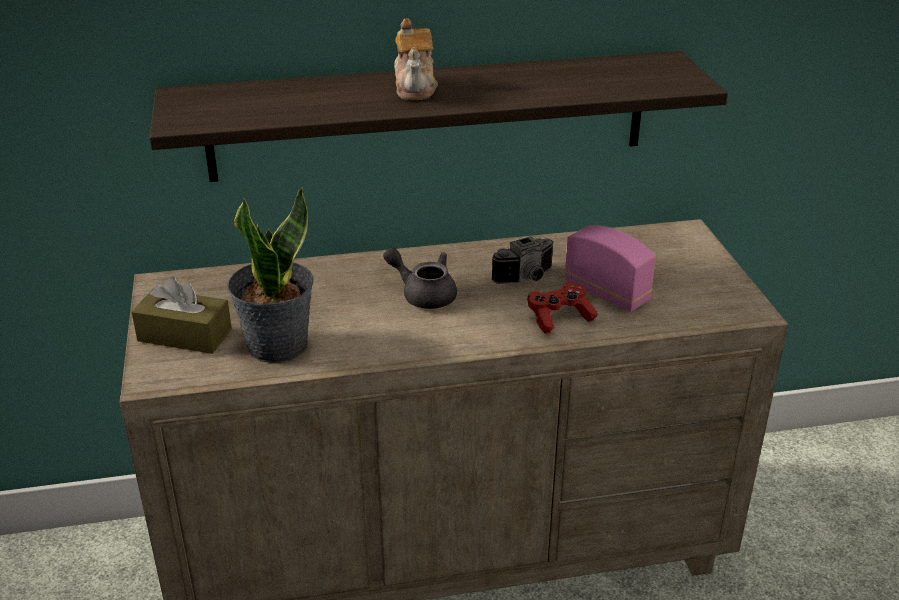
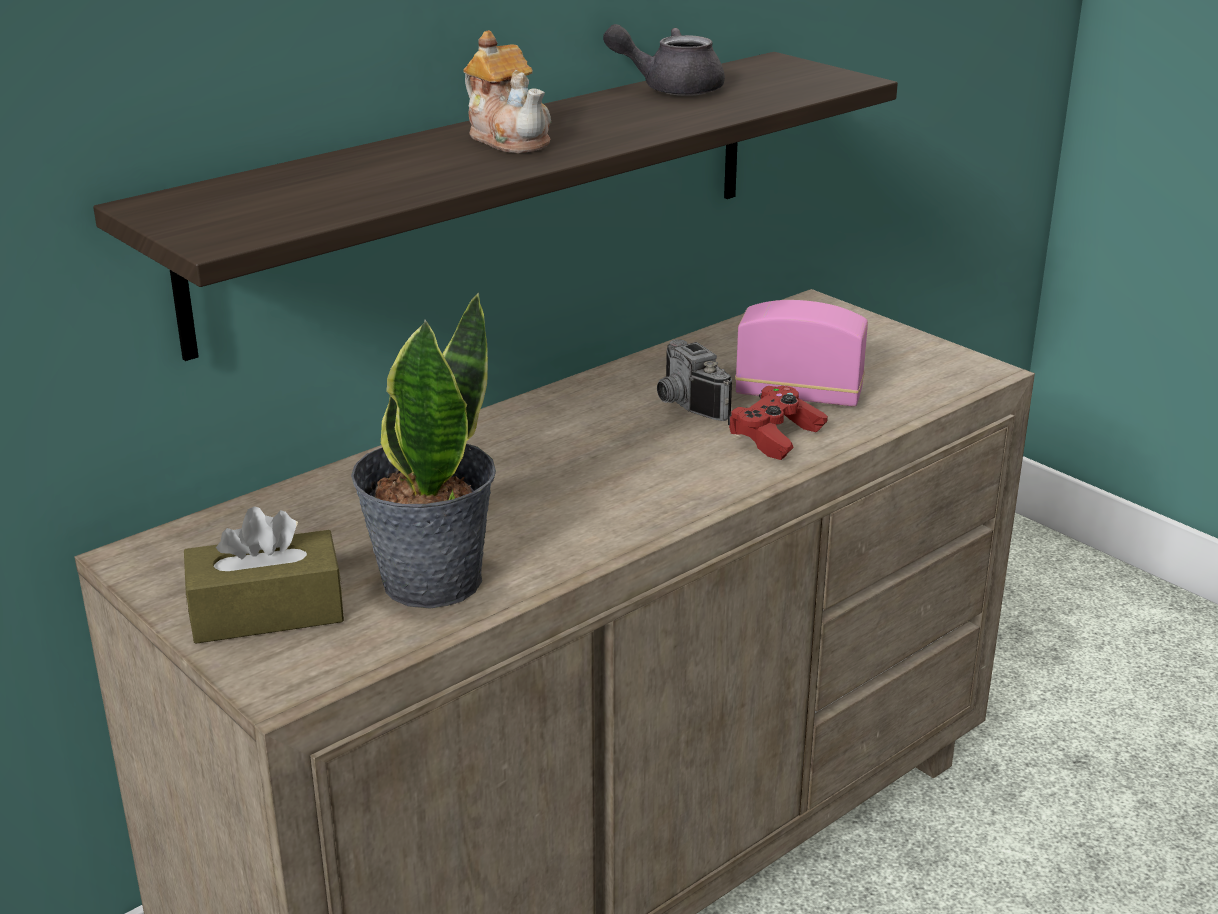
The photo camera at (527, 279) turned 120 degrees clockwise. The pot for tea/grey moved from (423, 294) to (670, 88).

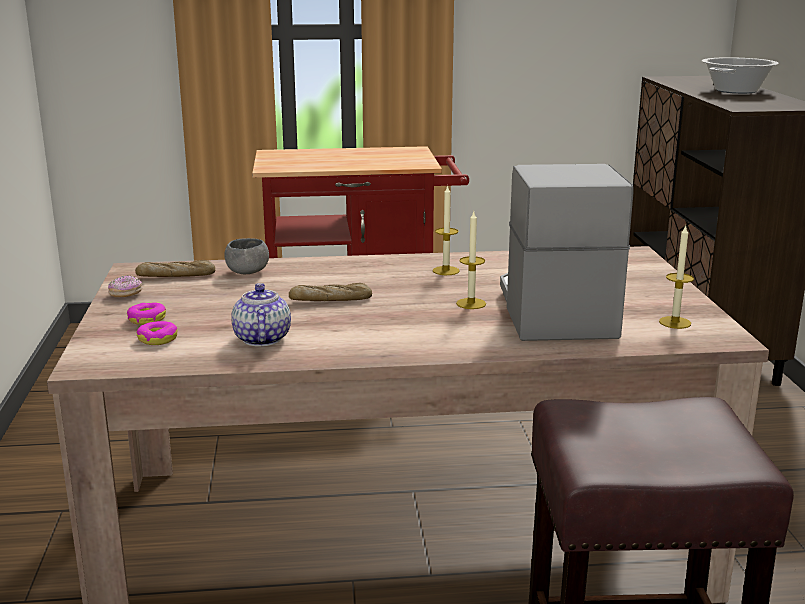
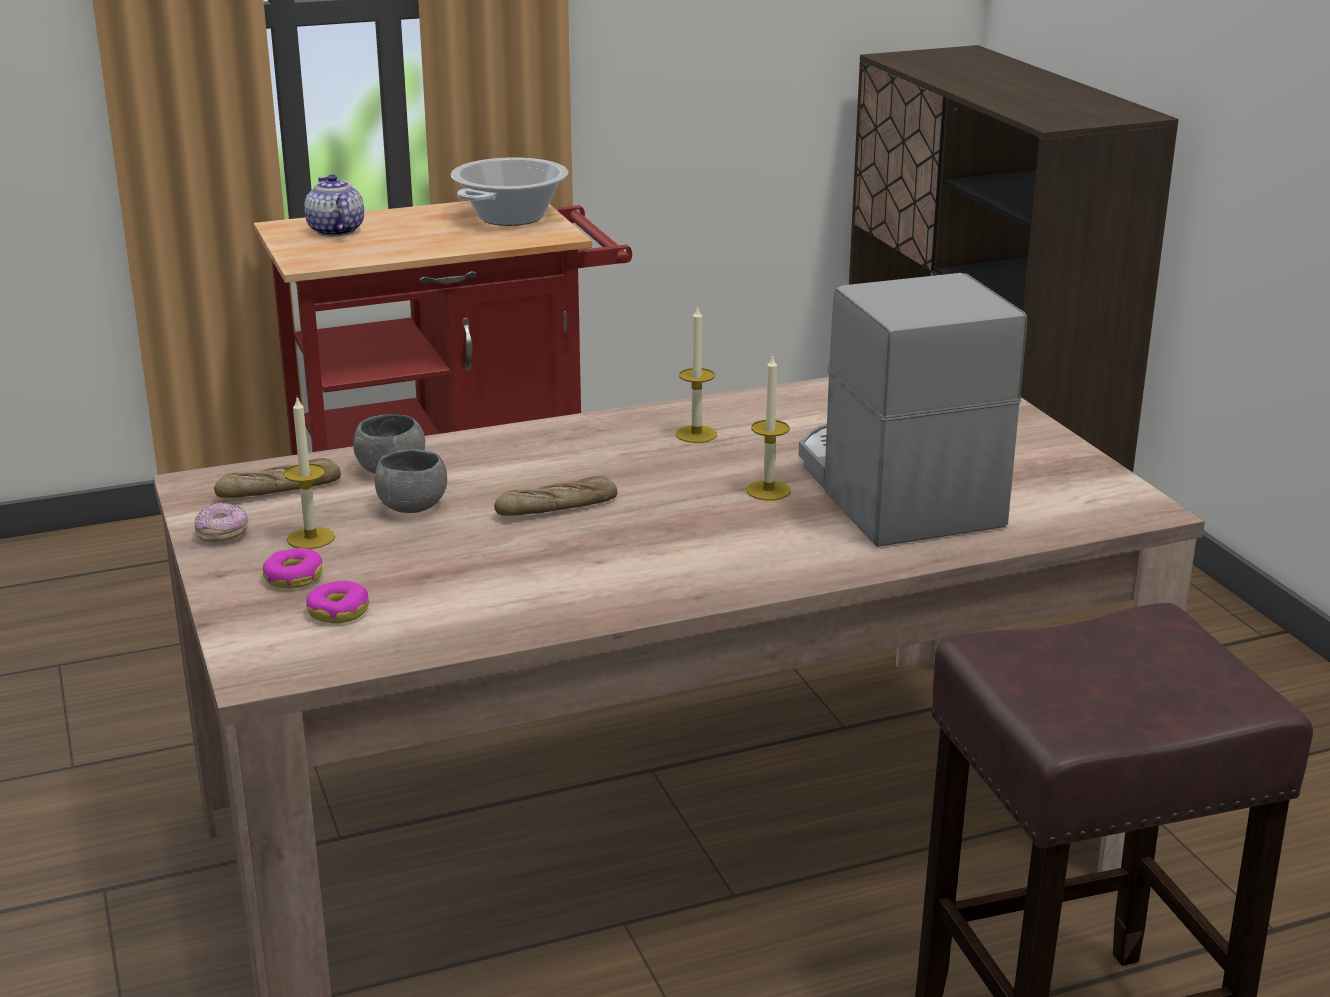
The stockpot moved from (736, 91) to (512, 217). The wax candle moved from (675, 322) to (311, 538). The pot for tea moved from (261, 339) to (335, 231). The deep dish/grey at (412, 507) appeared.

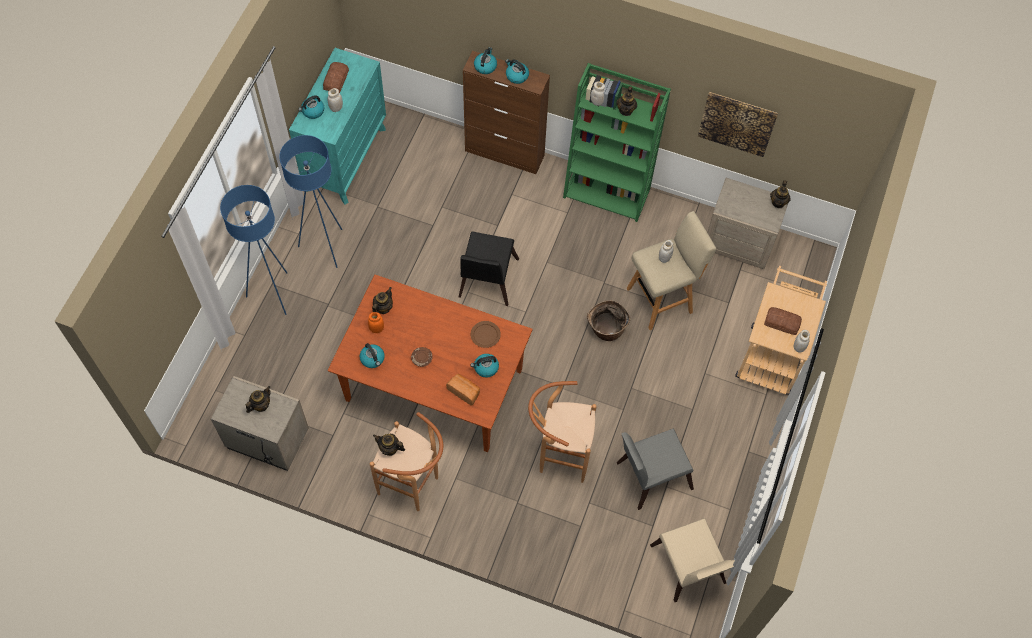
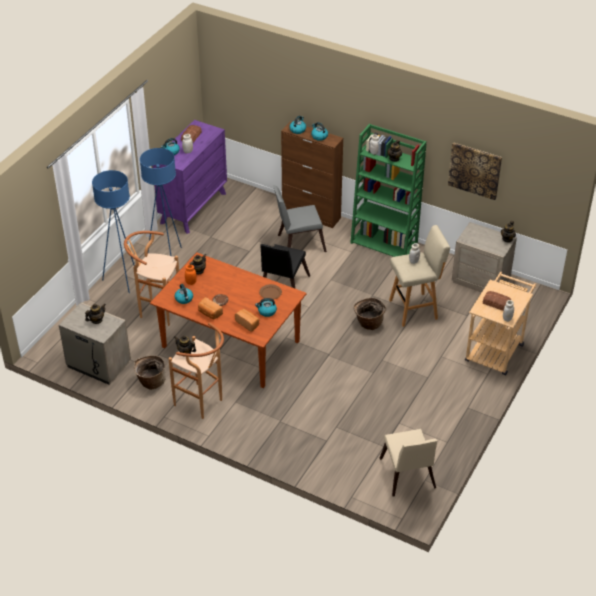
The dresser/blue-green at (346, 158) became the dresser/purple-coloured at (193, 208). The stool/brown moved from (558, 456) to (156, 310). The plain chair/grey moved from (649, 476) to (298, 243). The bread at (209, 313) appeared. The household basket at (151, 382) appeared.

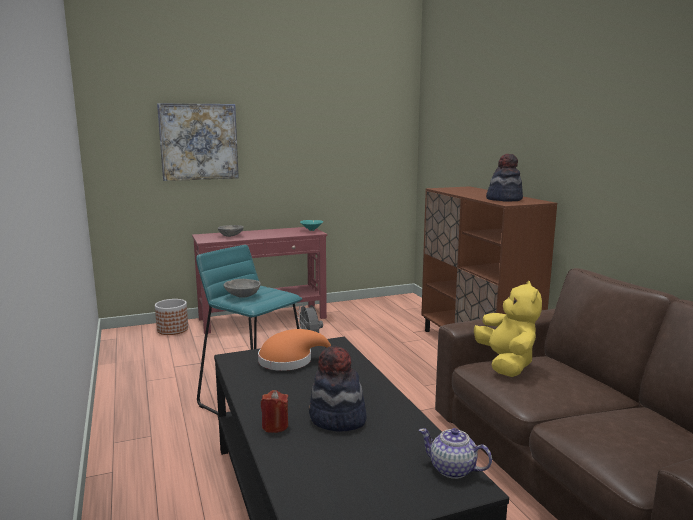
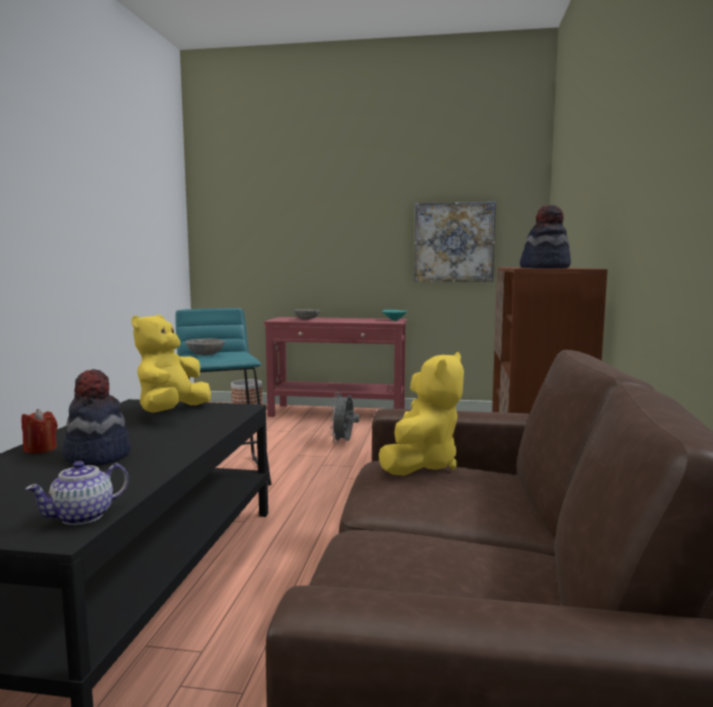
The wall picture moved from (199, 142) to (454, 242). The clothing hat/orange-coloured at (290, 361) was replaced by the soft toy/yellowish at (172, 412). The pot for tea at (453, 469) turned 105 degrees counterclockwise.

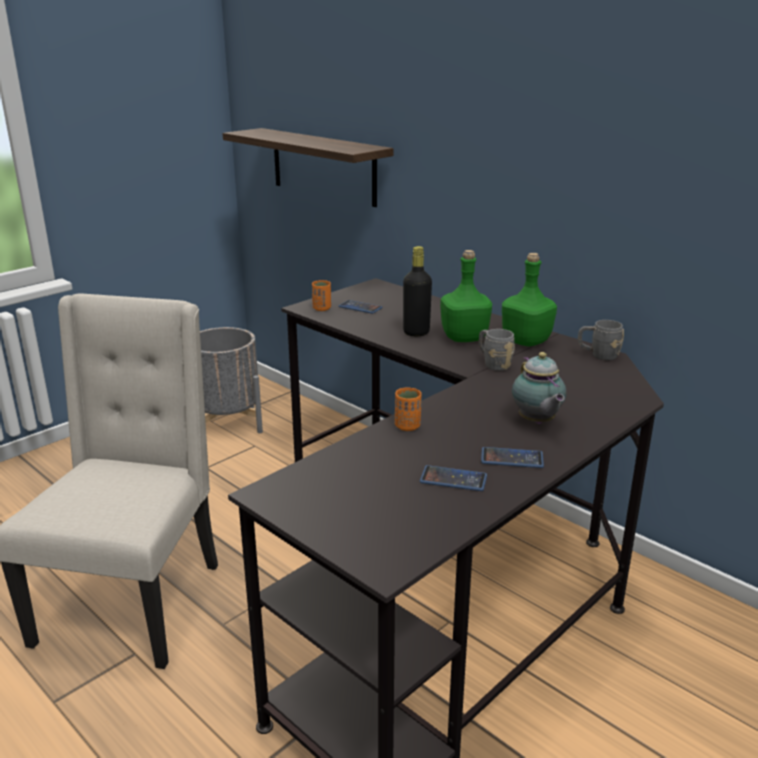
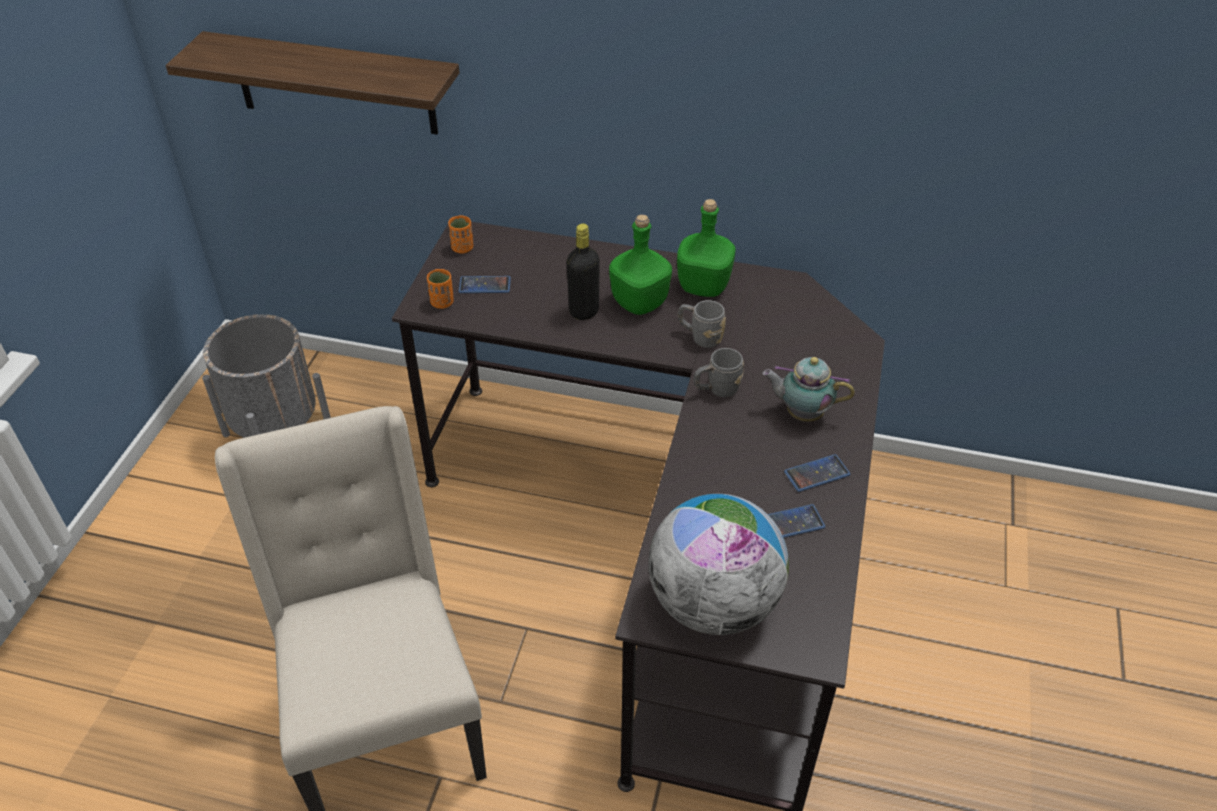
The coffee mug/grey moved from (598, 355) to (717, 390). The pot for tea at (536, 422) turned 150 degrees clockwise. The drinking cup/orange-coloured moved from (407, 426) to (462, 248). The desk globe at (713, 603) appeared.

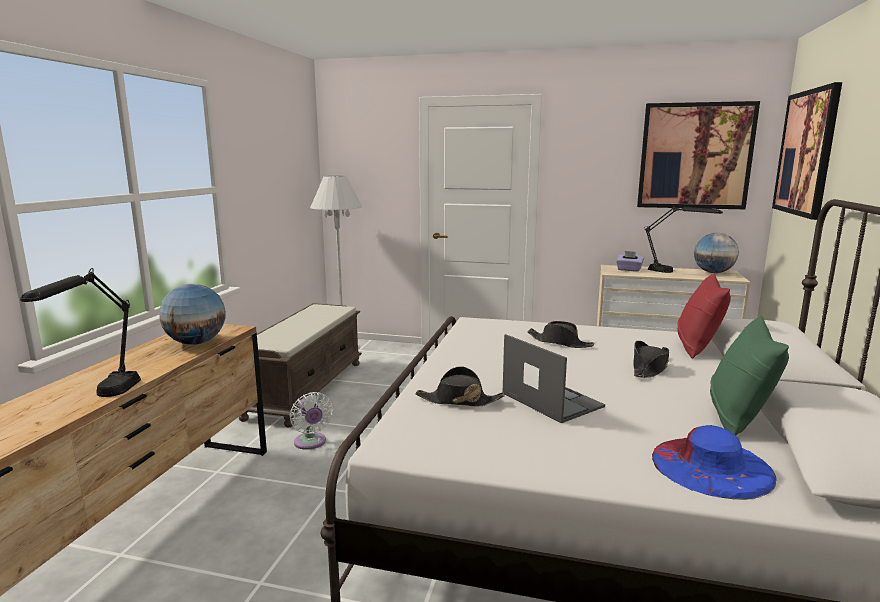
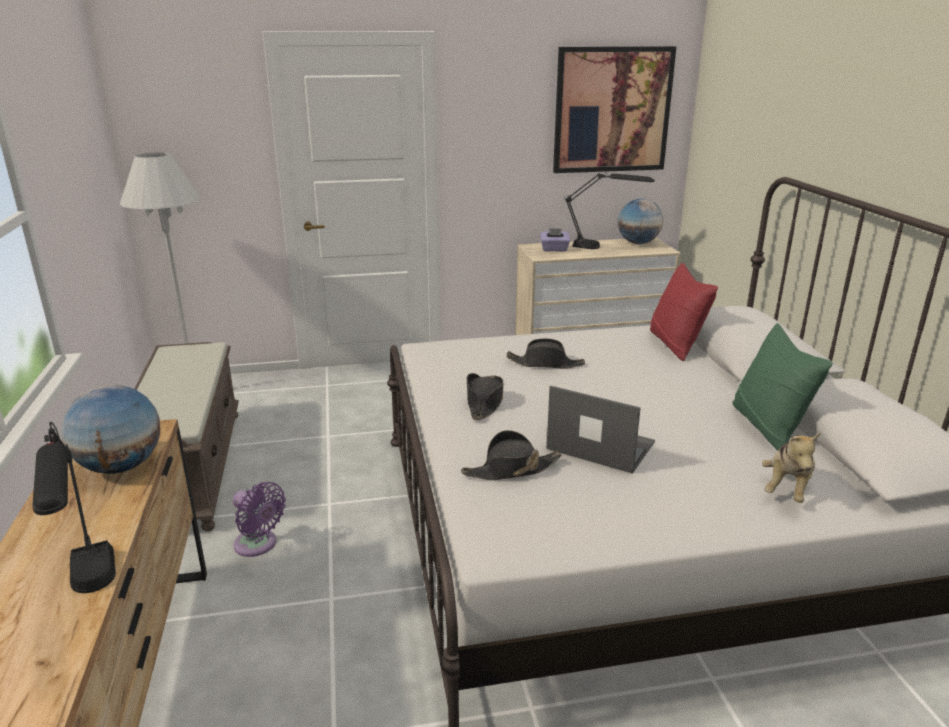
The wall picture at (806, 153) disappeared. The clothing hat/black-coloured moved from (649, 368) to (484, 403). The fan/white at (311, 443) became the fan/purple-coloured at (258, 545). The clothing hat/blue at (711, 466) was replaced by the soft toy at (787, 488).

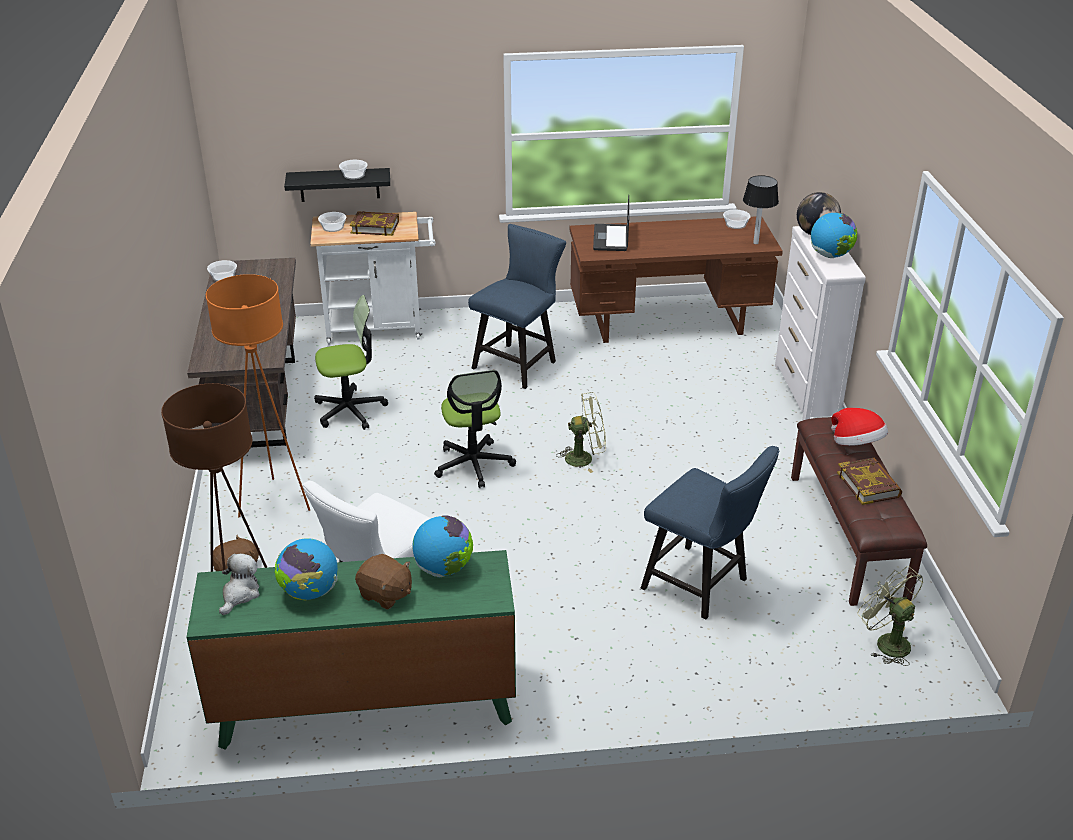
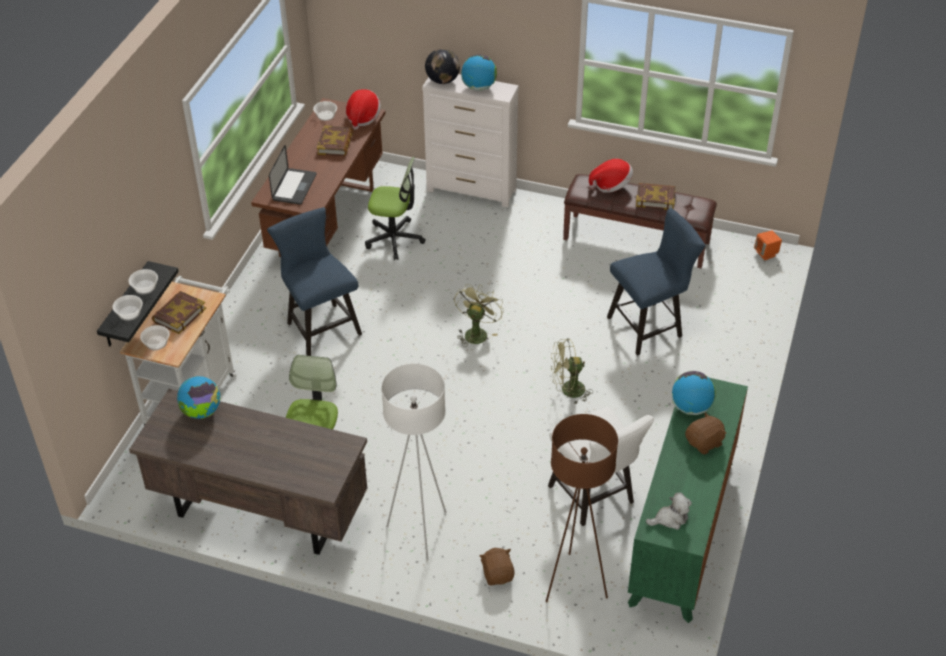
The table lamp at (755, 243) was replaced by the clothing hat at (363, 117). The portable computer at (610, 238) turned 105 degrees counterclockwise. The deep dish moved from (223, 277) to (129, 313). The standard lamp/orange-coloured at (275, 502) became the standard lamp/white at (421, 532). The computer chair moved from (473, 464) to (394, 239). The desk globe moved from (309, 592) to (201, 412). The soft toy at (240, 594) turned 120 degrees clockwise. The fan/green moved from (886, 642) to (568, 391). The volume at (335, 144) appeared. The loudspeaker/orange-coloured at (766, 254) appeared.

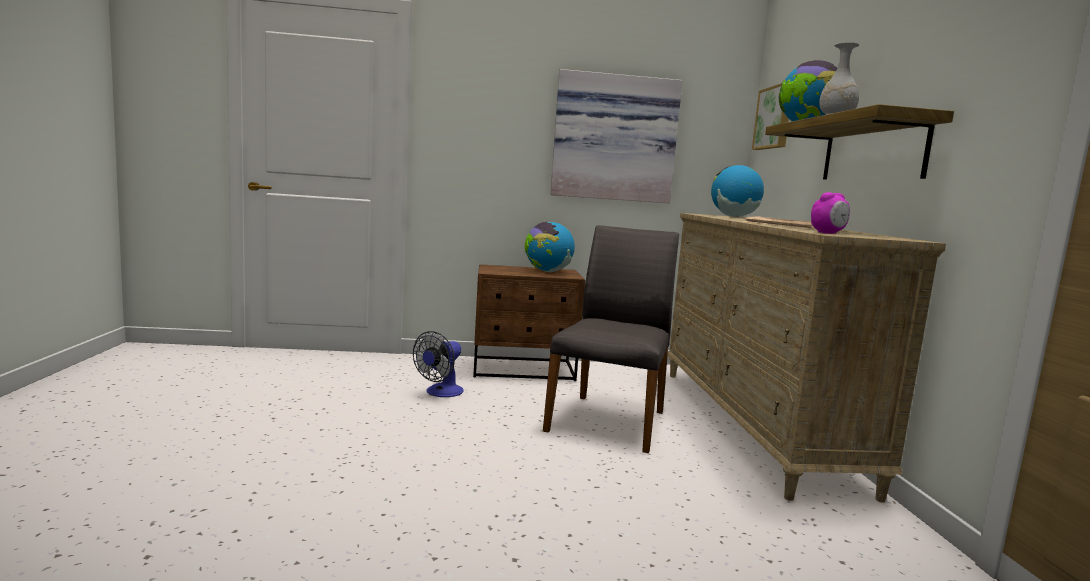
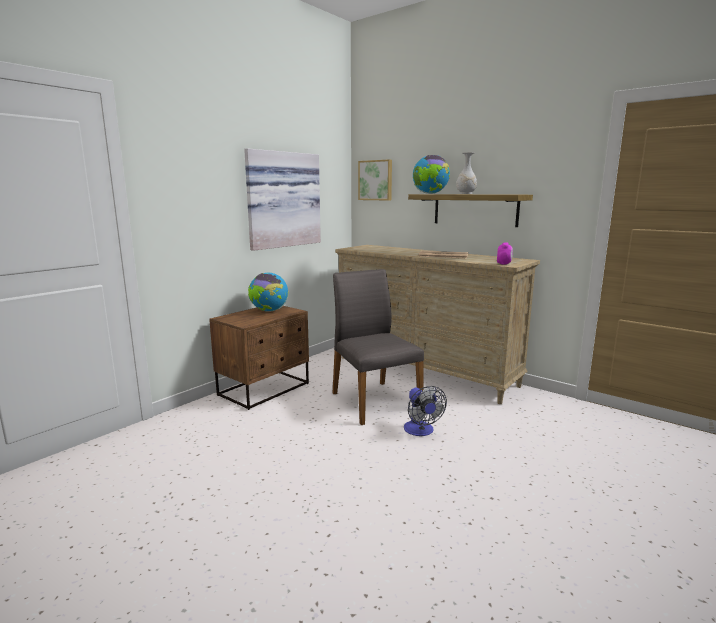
The desk globe at (734, 216) disappeared. The fan moved from (440, 393) to (421, 431).

